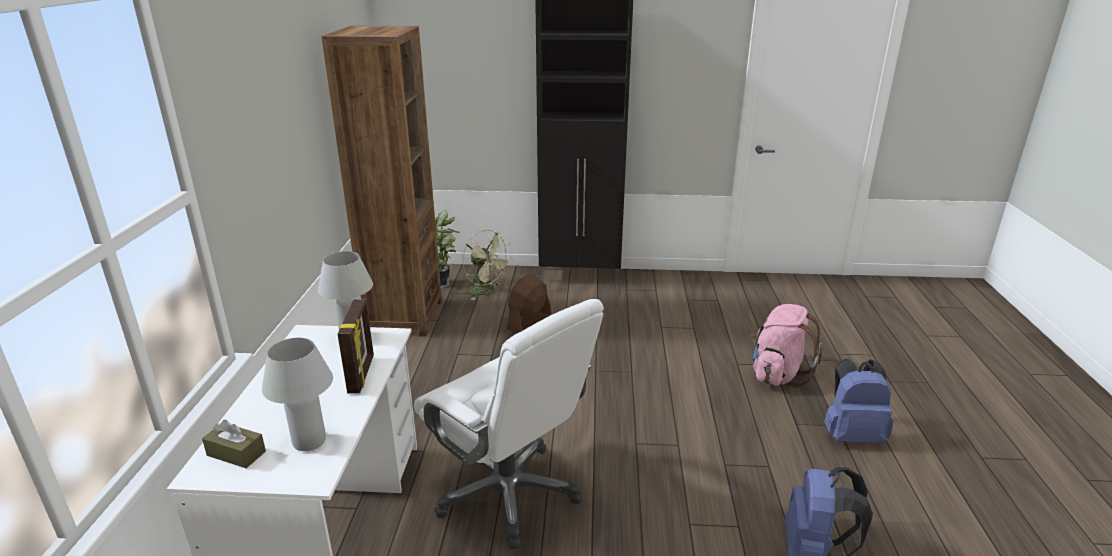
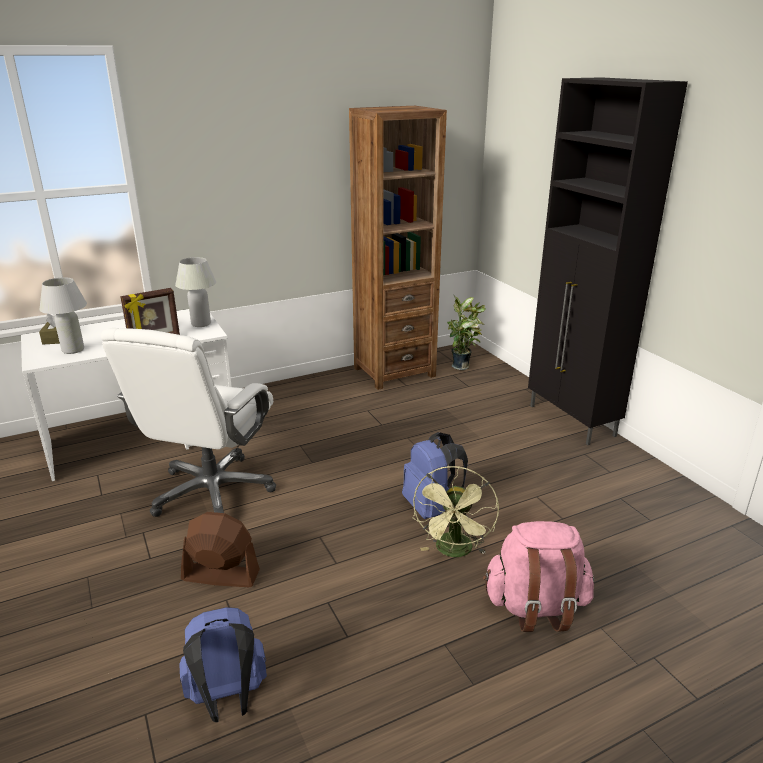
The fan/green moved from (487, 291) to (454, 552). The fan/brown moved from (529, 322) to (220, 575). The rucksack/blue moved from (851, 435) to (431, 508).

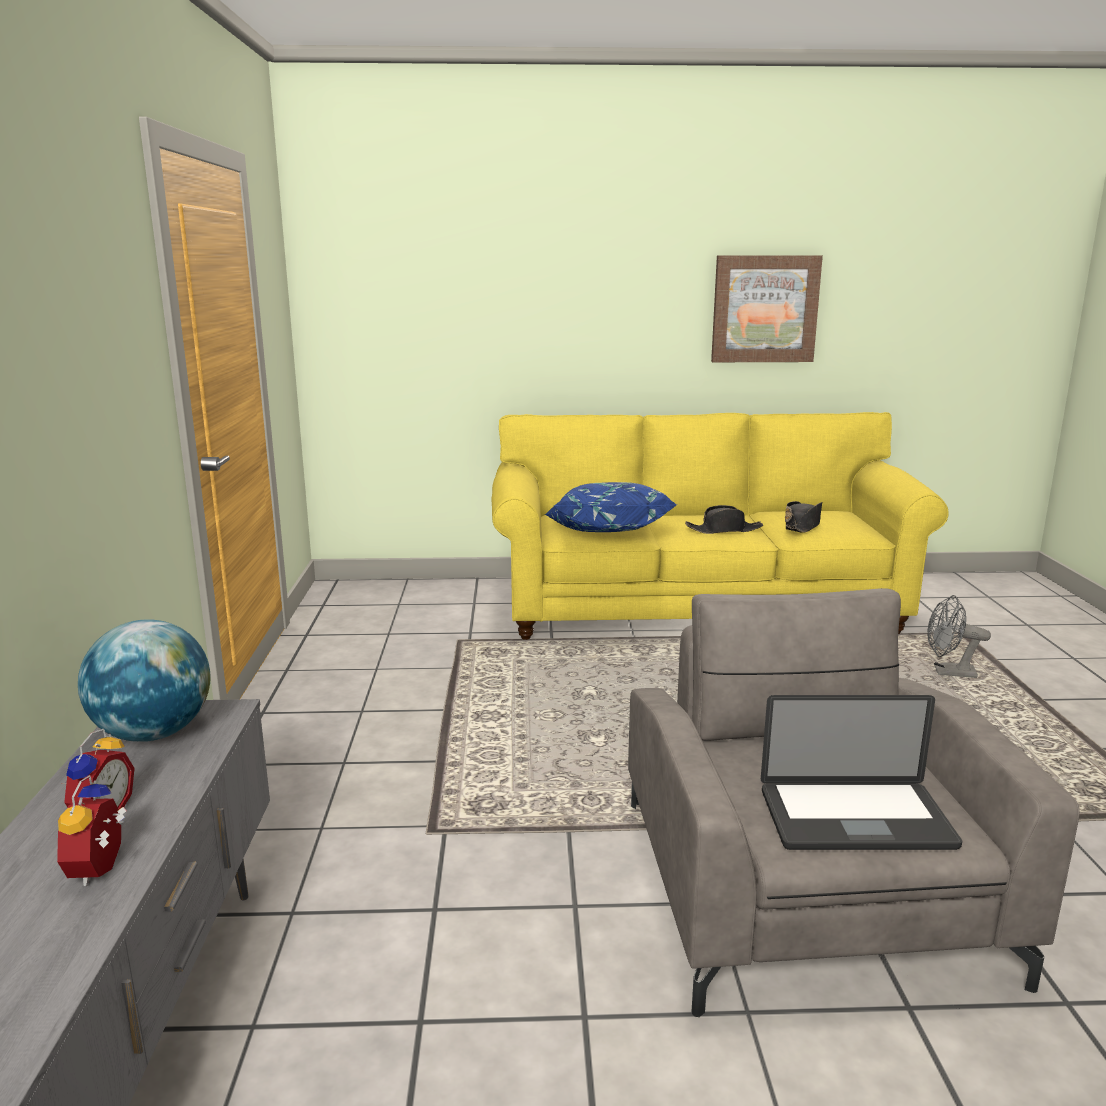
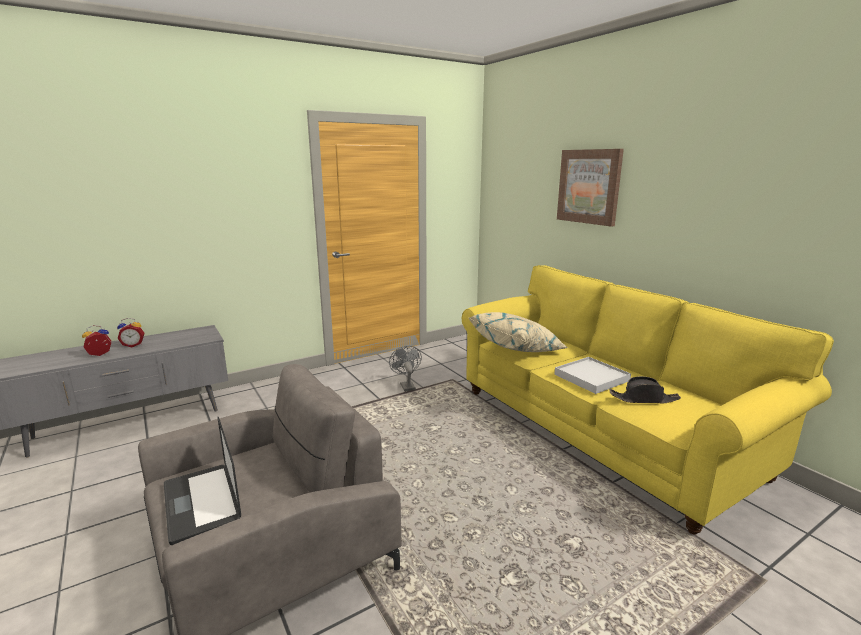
The wall picture moved from (764, 309) to (589, 186). The pillow/blue at (606, 534) became the pillow/beige-coloured at (517, 349). The clothing hat/black-coloured at (724, 530) was replaced by the serving tray/white at (591, 377). The fan/grey moved from (948, 673) to (406, 385). The desk globe at (154, 733) disappeared.

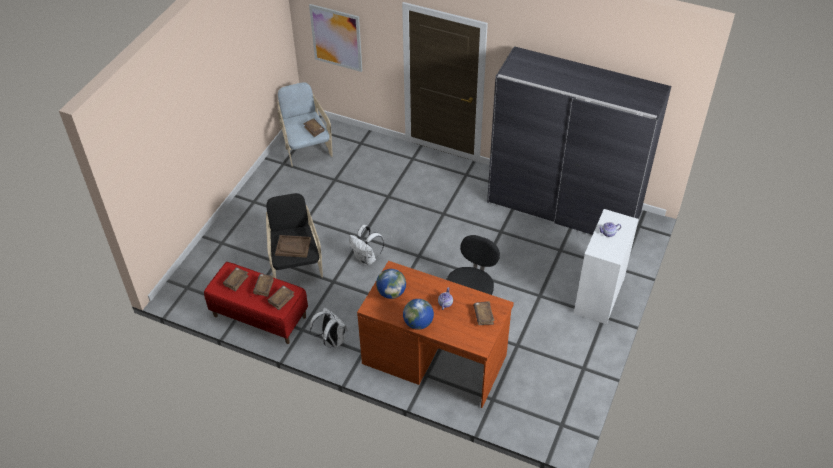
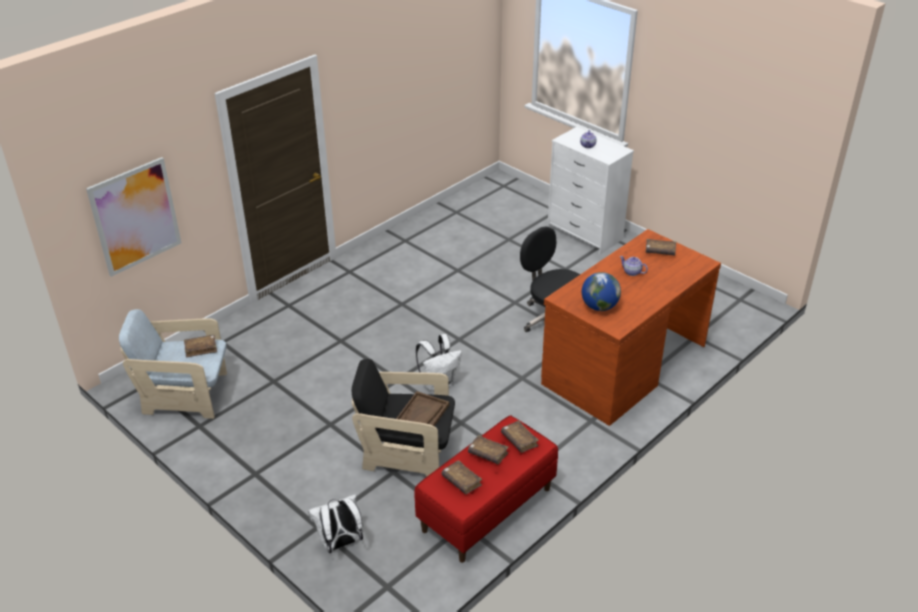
The clothes cupboard/grey at (563, 208) disappeared. The desk globe at (418, 323) disappeared. The rucksack/white moved from (331, 340) to (340, 543).

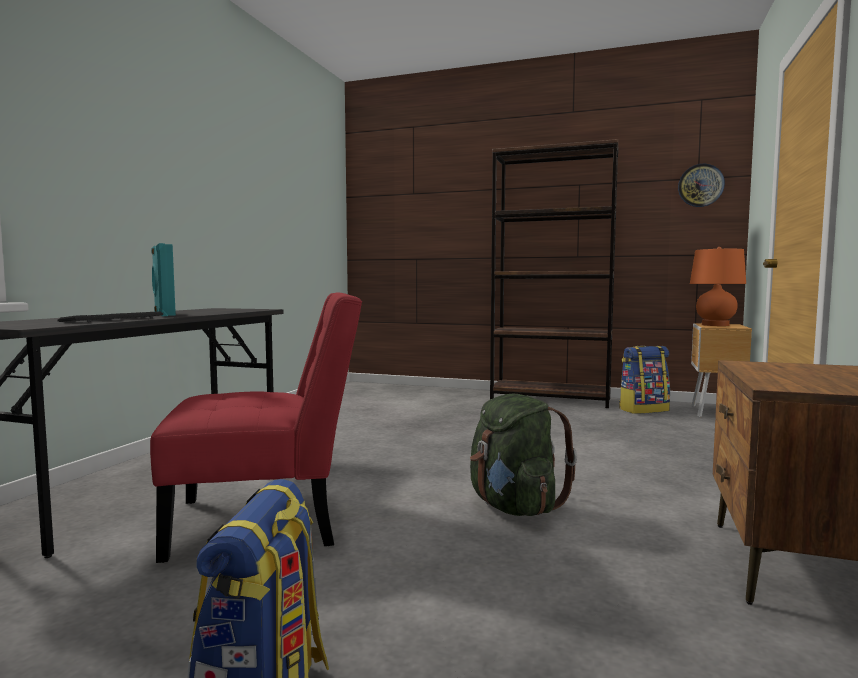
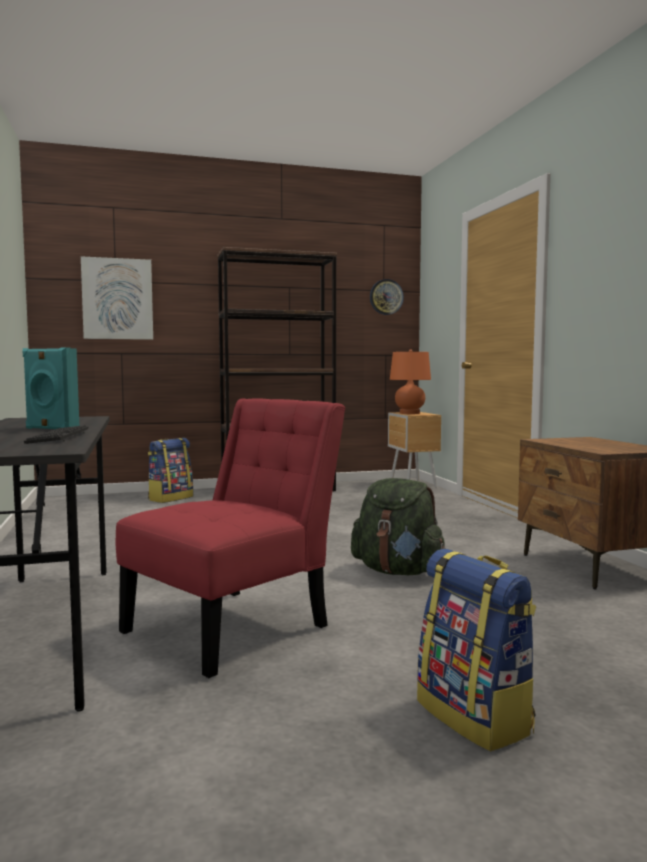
The rucksack moved from (643, 410) to (170, 498). The wall picture at (117, 299) appeared.

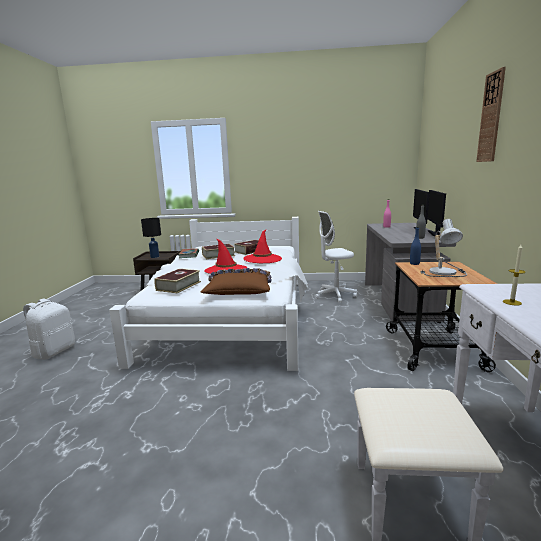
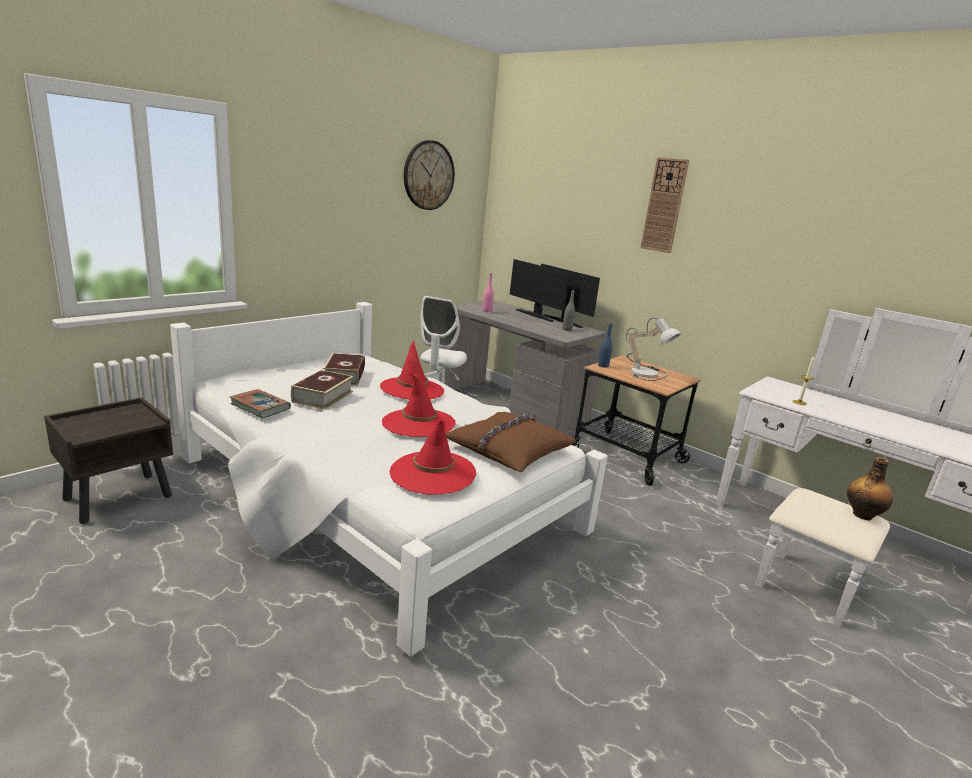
The table lamp/black-coloured at (154, 257) disappeared. The volume at (178, 286) was replaced by the clothing hat/red-coloured at (433, 473). The rucksack/white at (54, 351) disappeared. The hanging clock at (428, 175) appeared. The bottle at (863, 515) appeared.

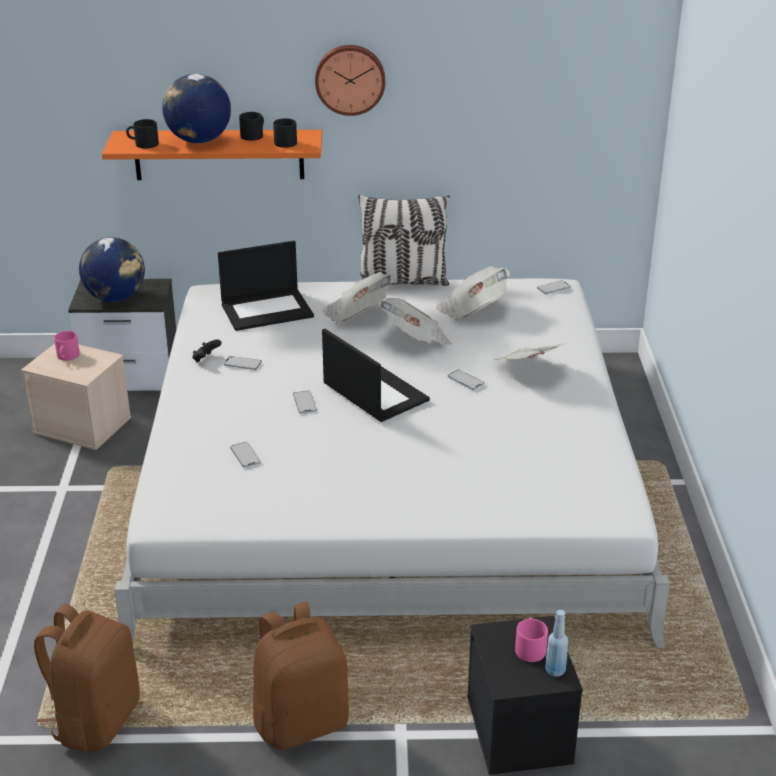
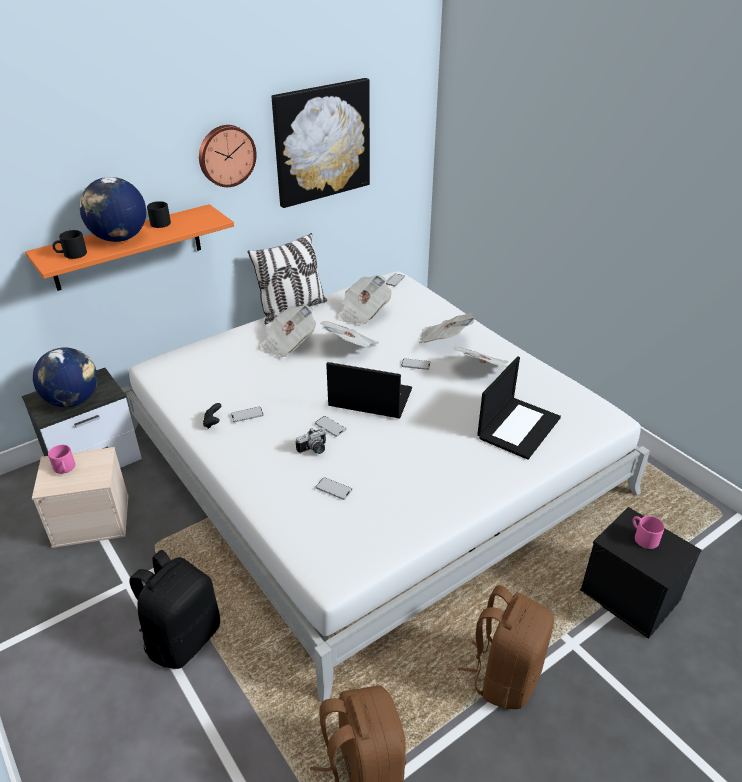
The coffee mug/black-coloured at (283, 142) disappeared. The portable computer moved from (267, 310) to (518, 427). The bottle/blue at (555, 670) disappeared. The wall picture at (322, 142) appeared. The printed paper at (482, 370) appeared. The photo camera at (314, 450) appeared. The rucksack/black-coloured at (183, 638) appeared.

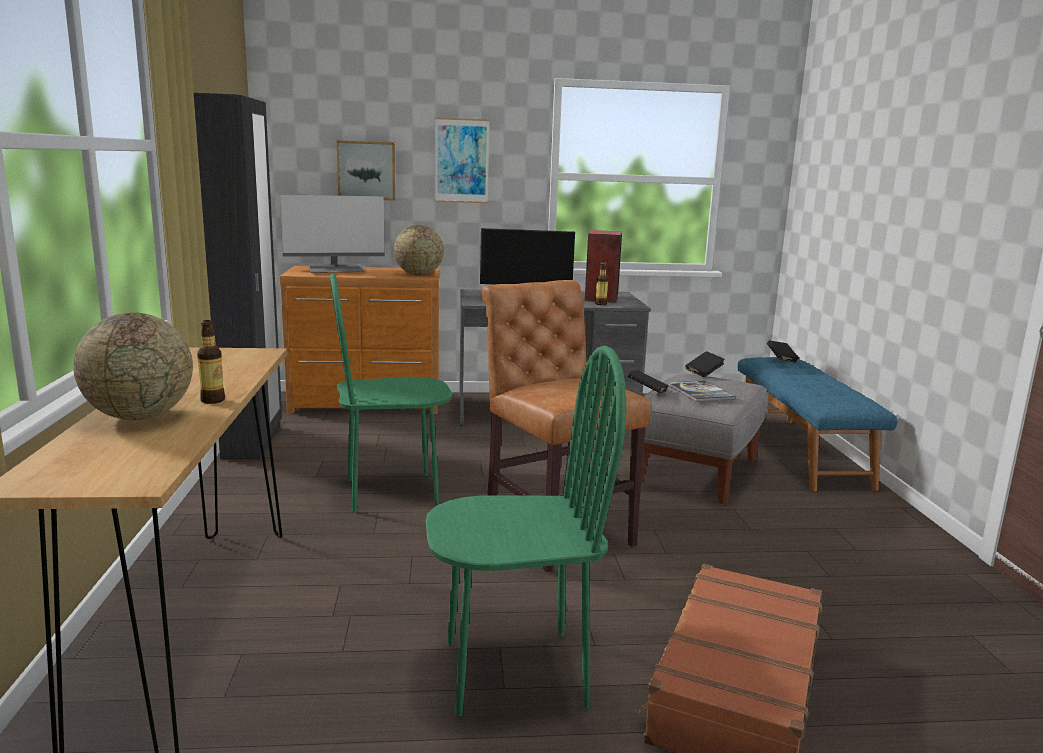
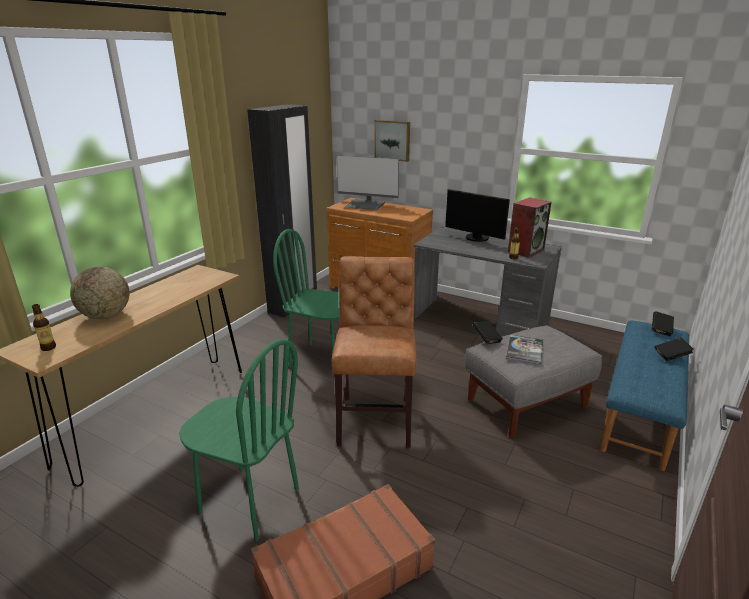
The wall picture at (461, 161) disappeared. The desk globe at (419, 274) disappeared. The bottle moved from (213, 400) to (48, 348). The volume/black-coloured moved from (704, 373) to (671, 355).

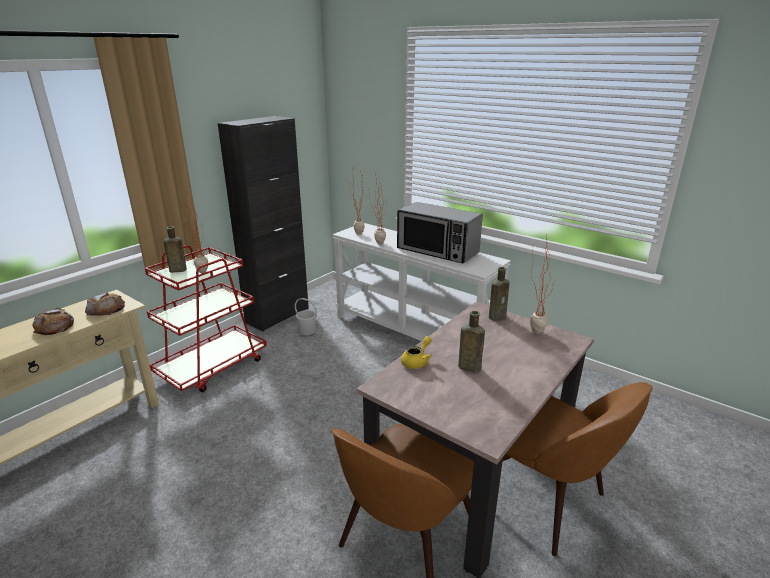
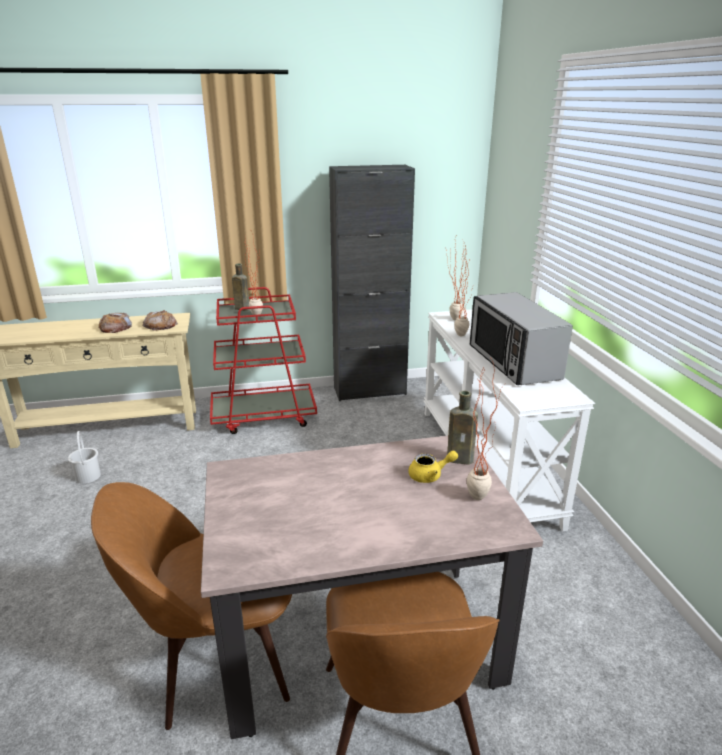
The pail/white moved from (307, 331) to (87, 476). The bottle/brown at (467, 367) disappeared. The pot for tea/yellowish moved from (417, 361) to (430, 476).

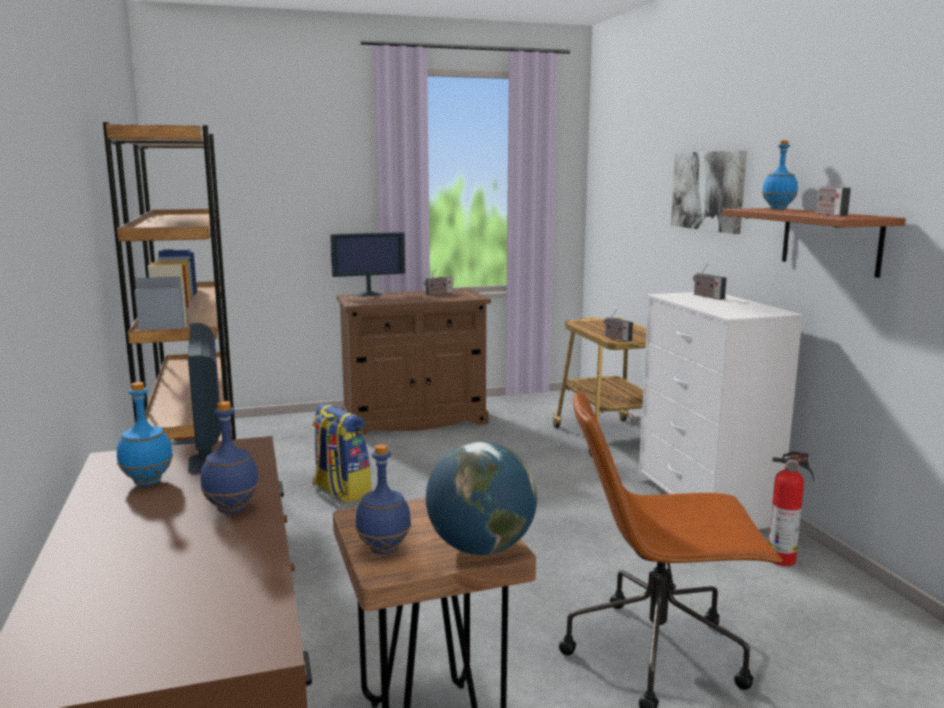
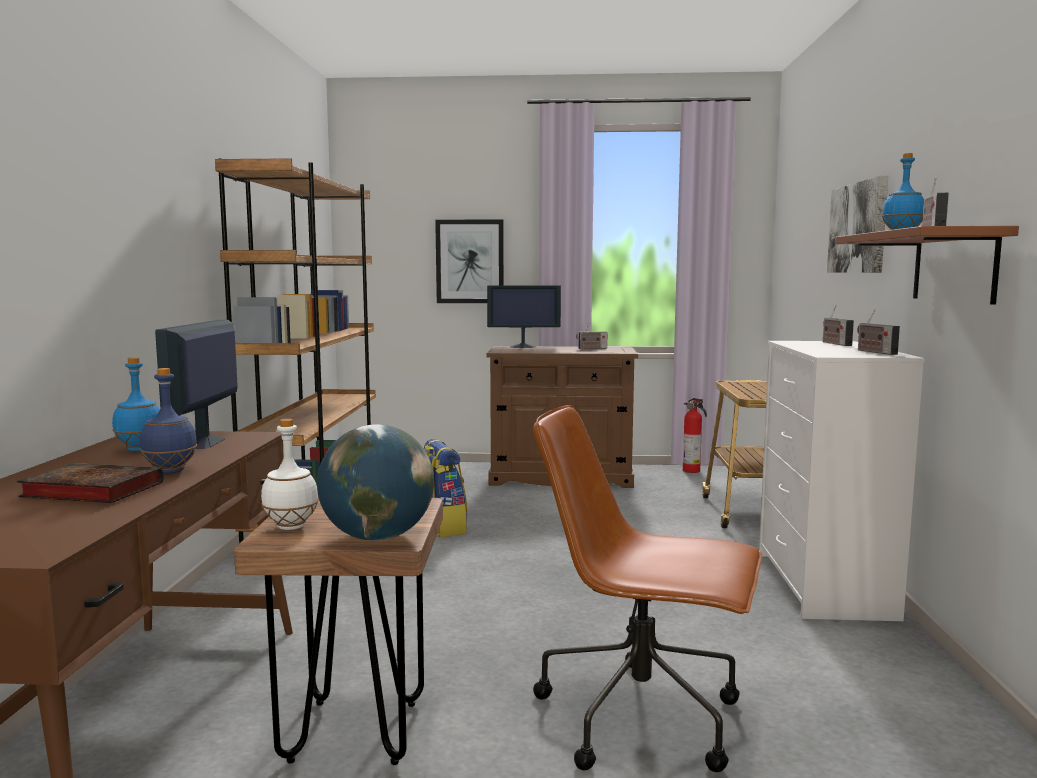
The radio moved from (616, 338) to (874, 352). The bottle/blue at (383, 550) became the bottle/white at (290, 527). The extinguisher moved from (783, 560) to (692, 471). The wall picture at (470, 261) appeared. The volume at (89, 491) appeared.

